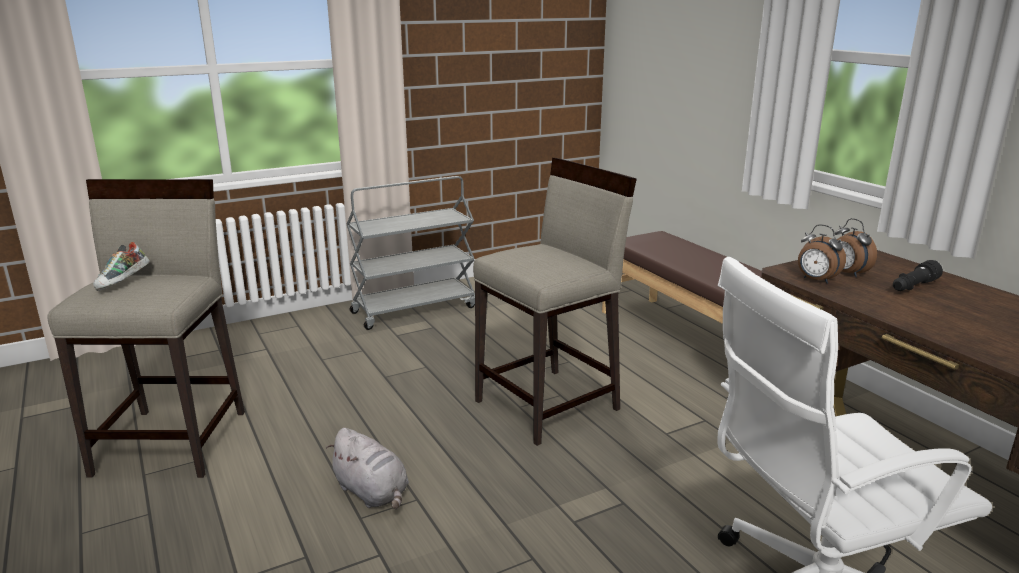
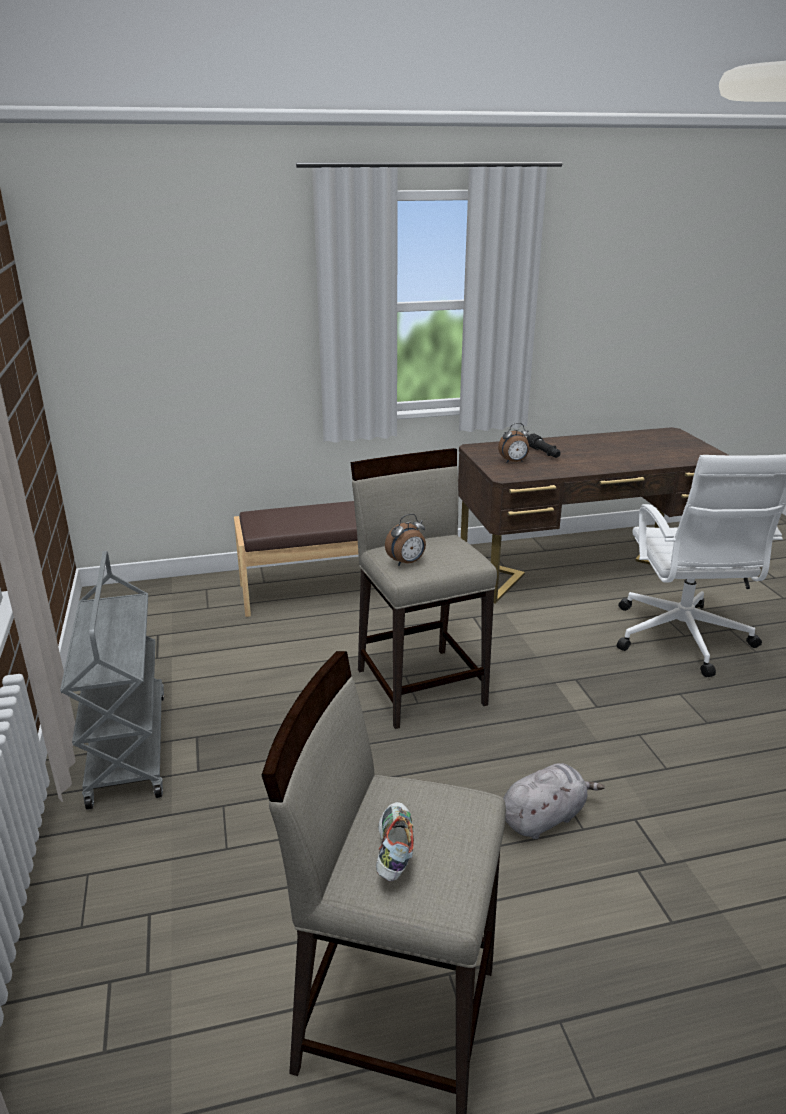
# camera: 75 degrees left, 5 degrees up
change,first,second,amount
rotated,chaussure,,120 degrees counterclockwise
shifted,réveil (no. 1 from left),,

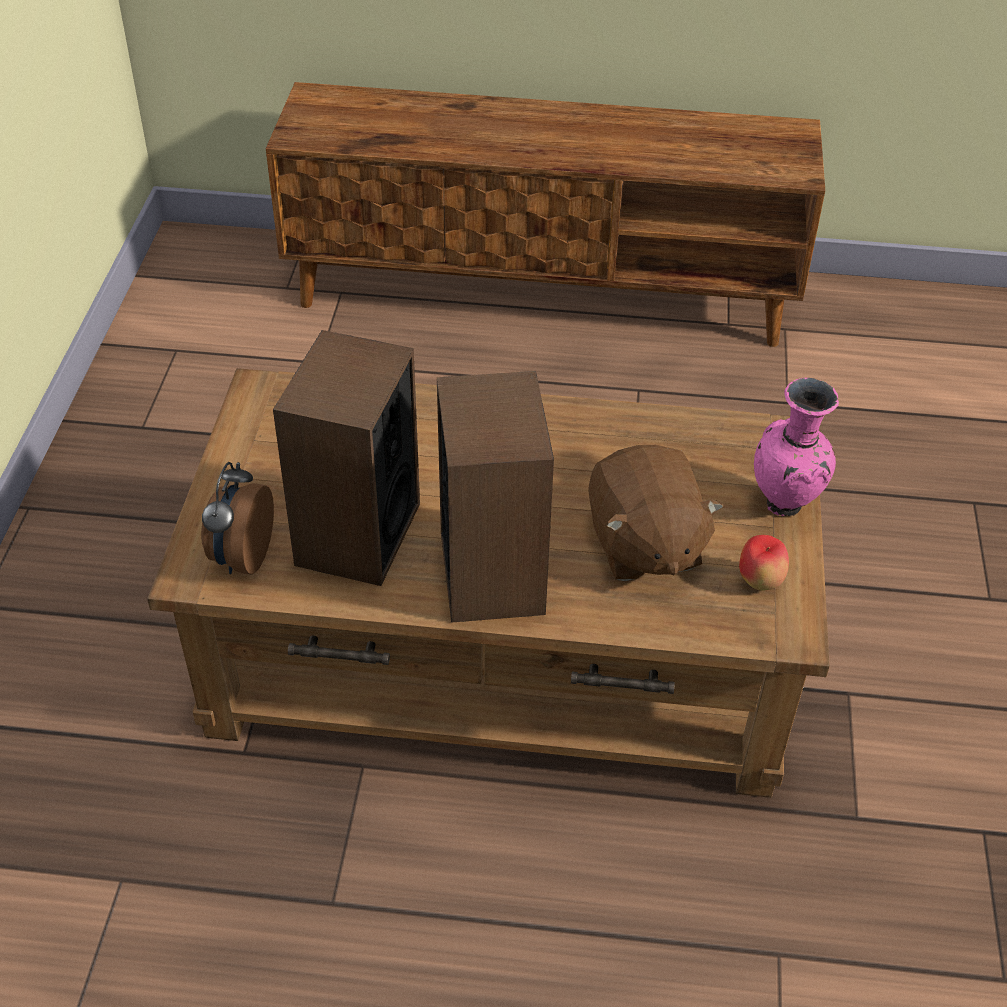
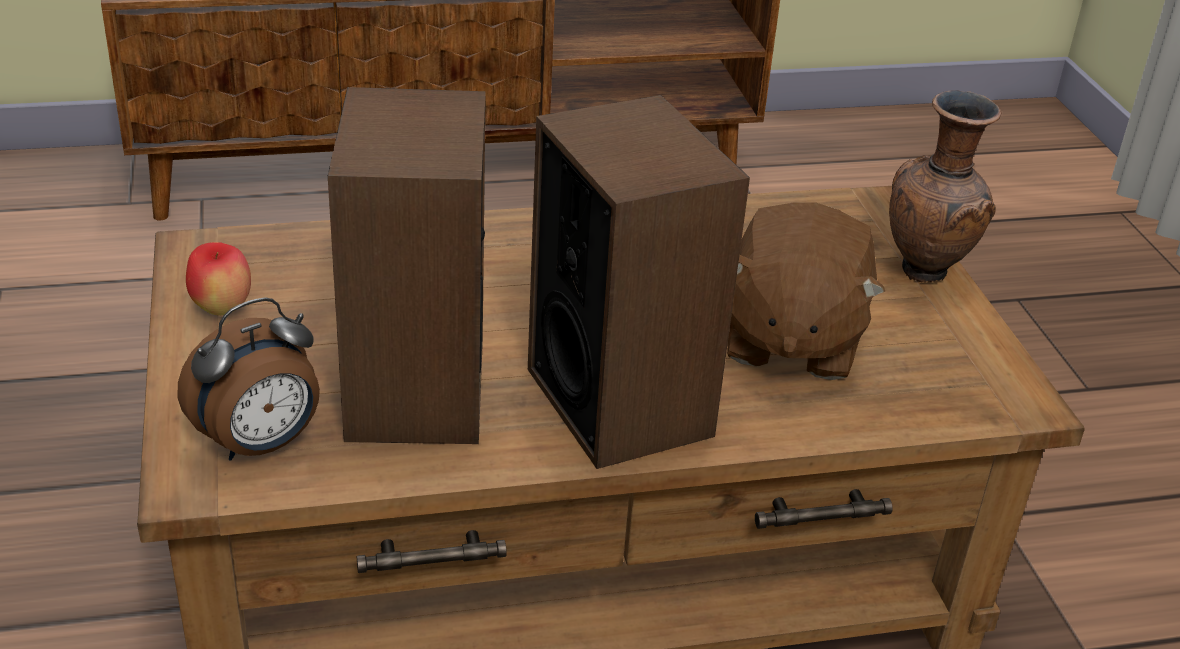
# camera: 20 degrees left, 10 degrees down
change,first,second,amount
rotated,réveil,,120 degrees counterclockwise
shifted,pomme,,
rotated,peluche (marron),,45 degrees clockwise
repainted,vase (rose),vase (marron),

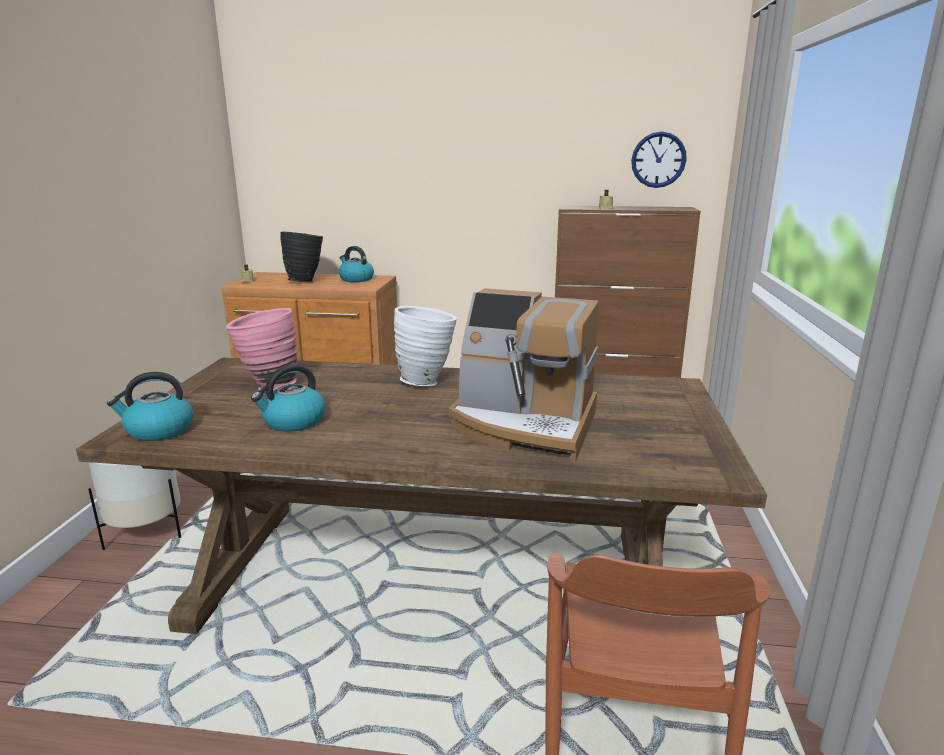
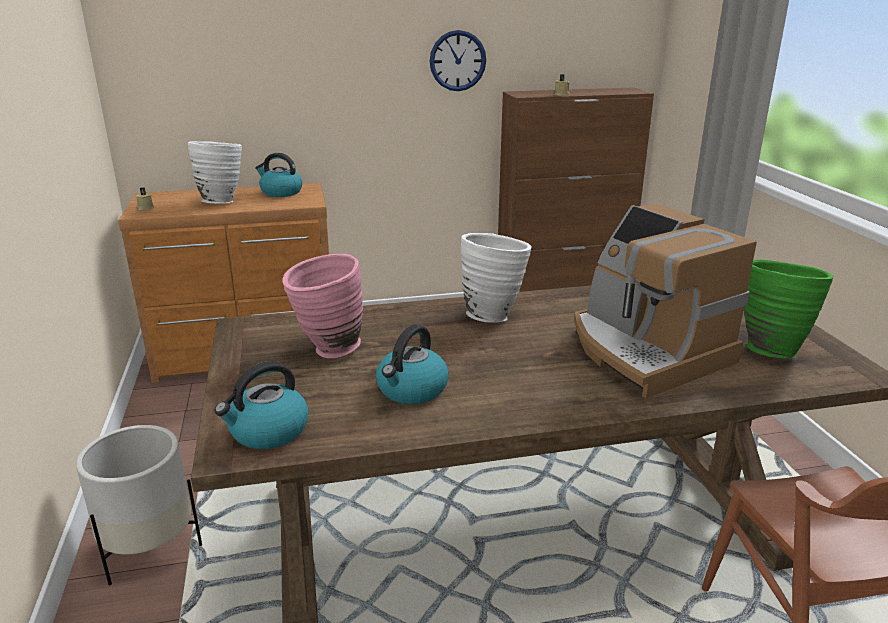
# camera: 20 degrees left, 5 degrees up
change,first,second,amount
repainted,vase (noir),vase (blanc) (no. 1 from left),
shifted,horloge murale,,
rotated,machine à café,,60 degrees clockwise
new,,vase (vert),

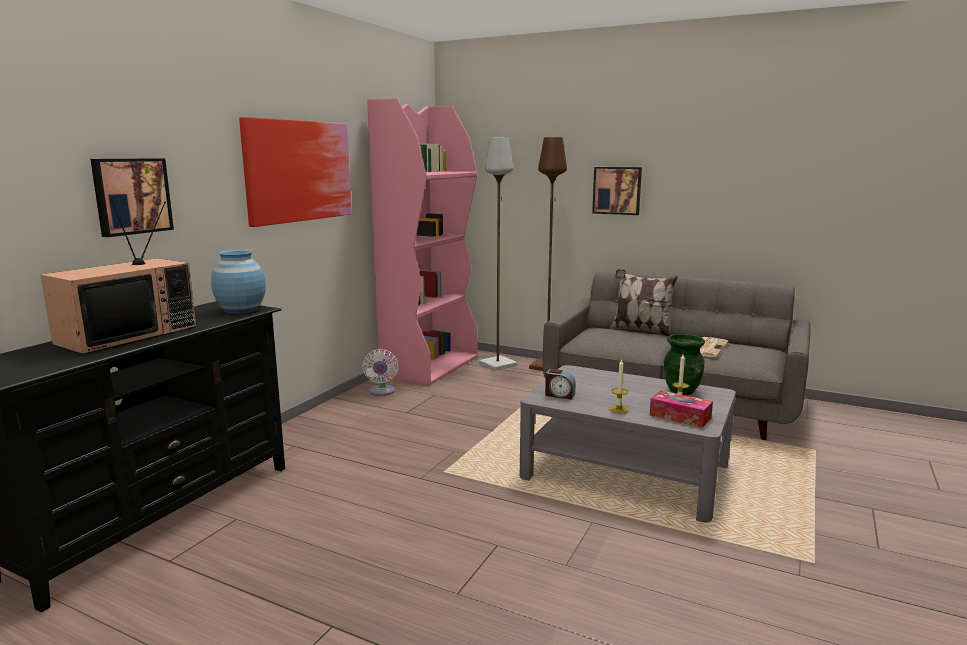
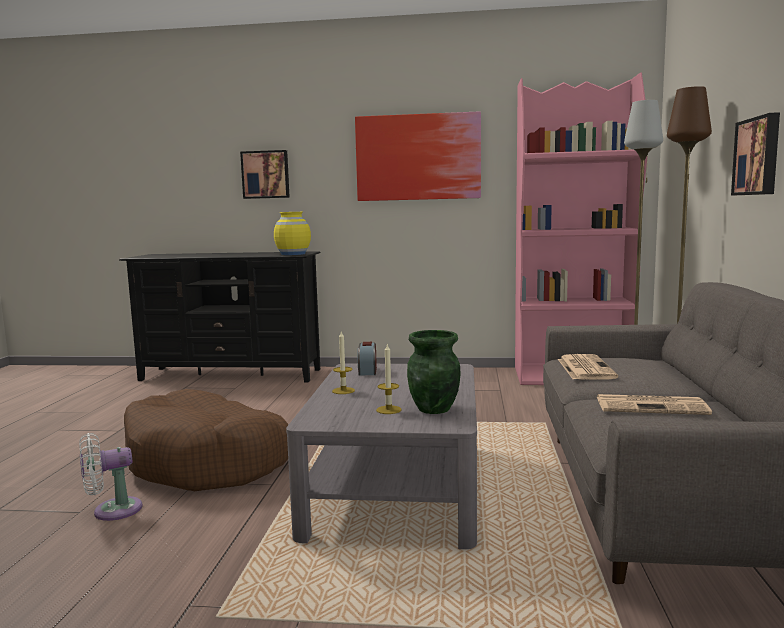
# camera: 70 degrees right, 5 degrees down
change,first,second,amount
shifted,ventilateur (blanc),,
new,,panier pour chien (marron),
repainted,vase (bleu),vase (jaune),
new,,journal (no. 1 from left),
gone,téléviseur,,
gone,coussin,,
gone,boîte à mouchoirs,,

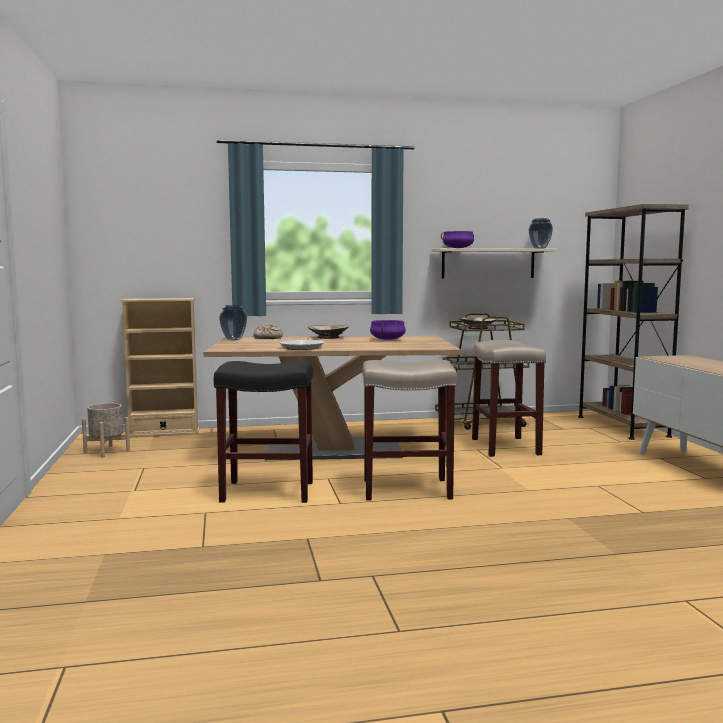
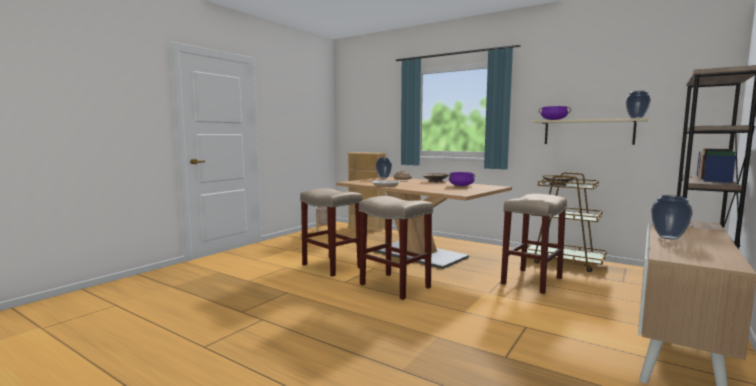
# camera: 45 degrees right, 0 degrees up
change,first,second,amount
repainted,tabouret (noir),tabouret (beige) (no. 1 from left),
new,,vase (no. 3 from left),

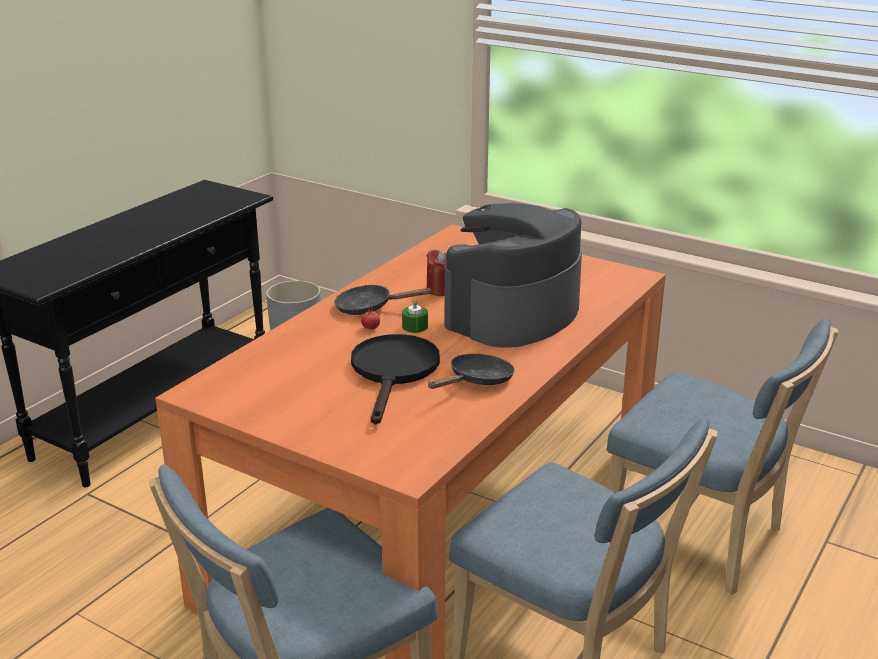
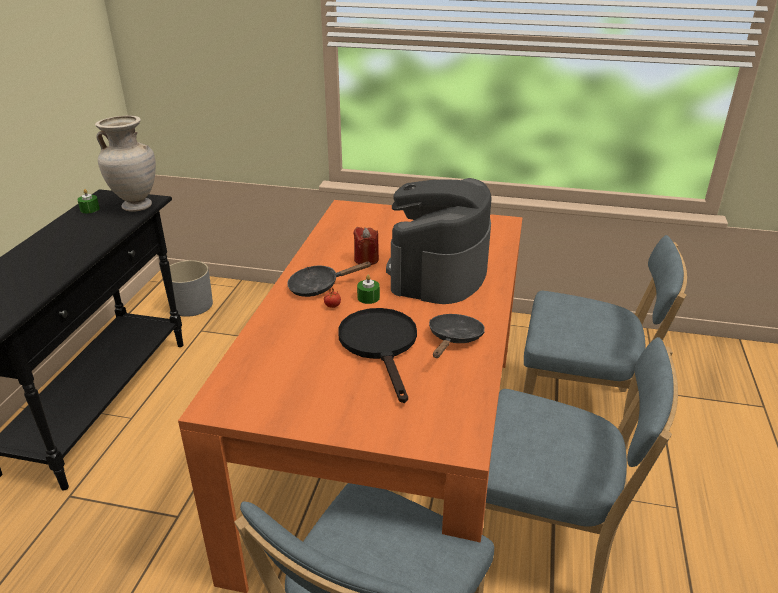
# camera: 20 degrees left, 5 degrees up
change,first,second,amount
new,,bougie (vert) (no. 1 from left),
new,,vase (beige),

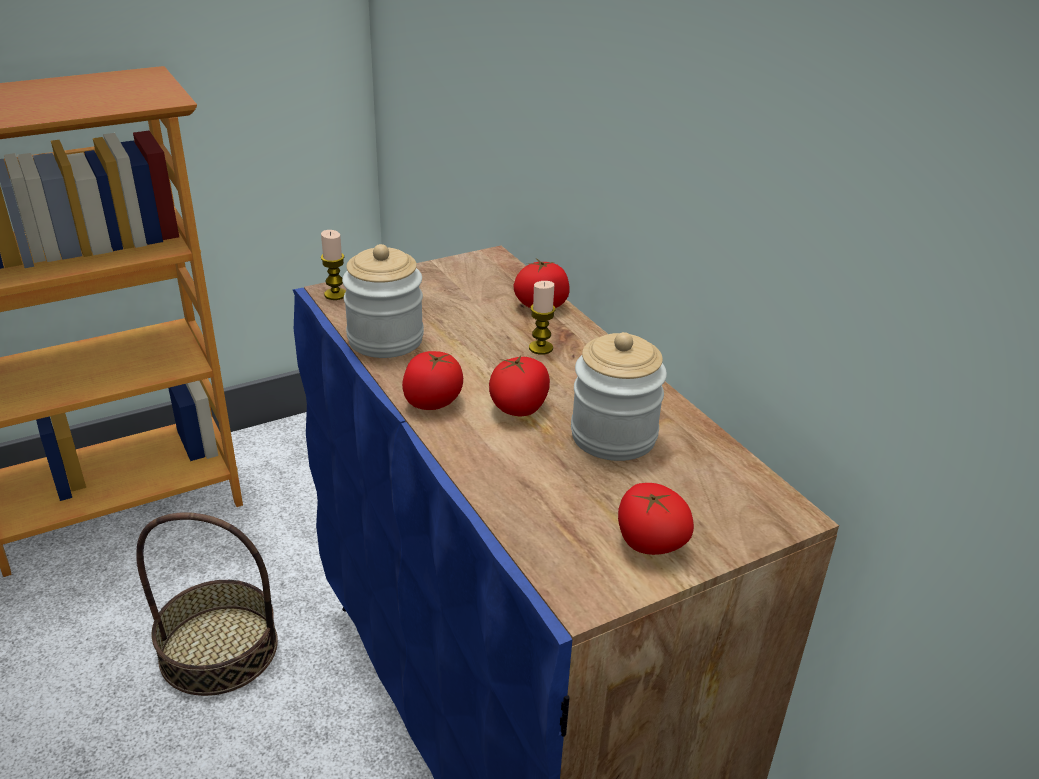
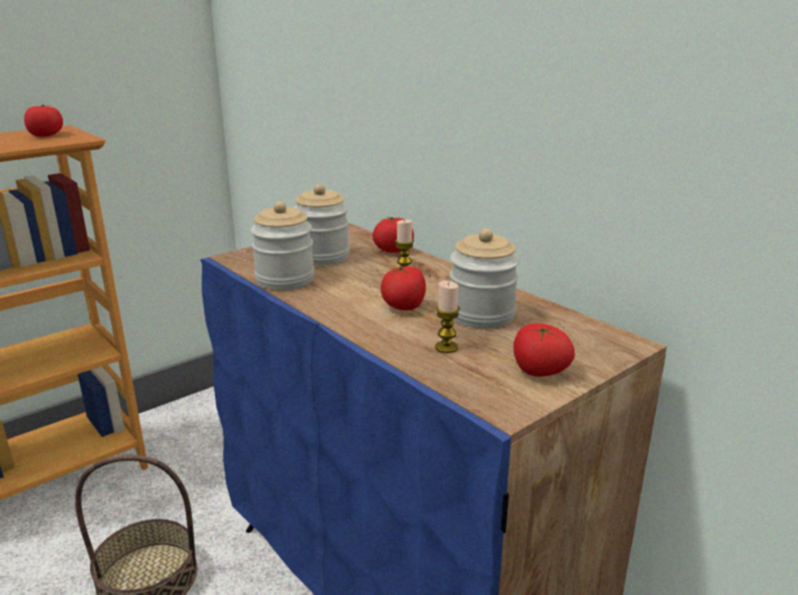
# camera: 10 degrees left, 10 degrees down
change,first,second,amount
shifted,tomate (no. 1 from left),,
new,,bocal (no. 2 from left),
shifted,bougie (no. 1 from left in the first image),bougie (no. 2 from left),

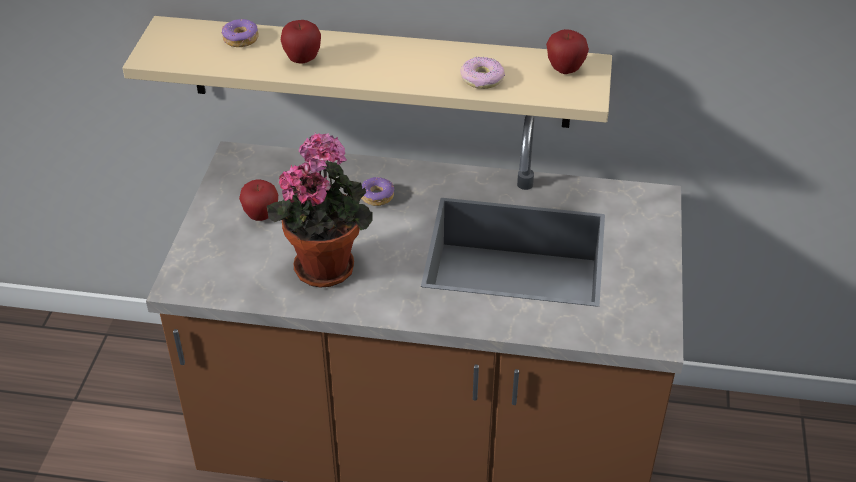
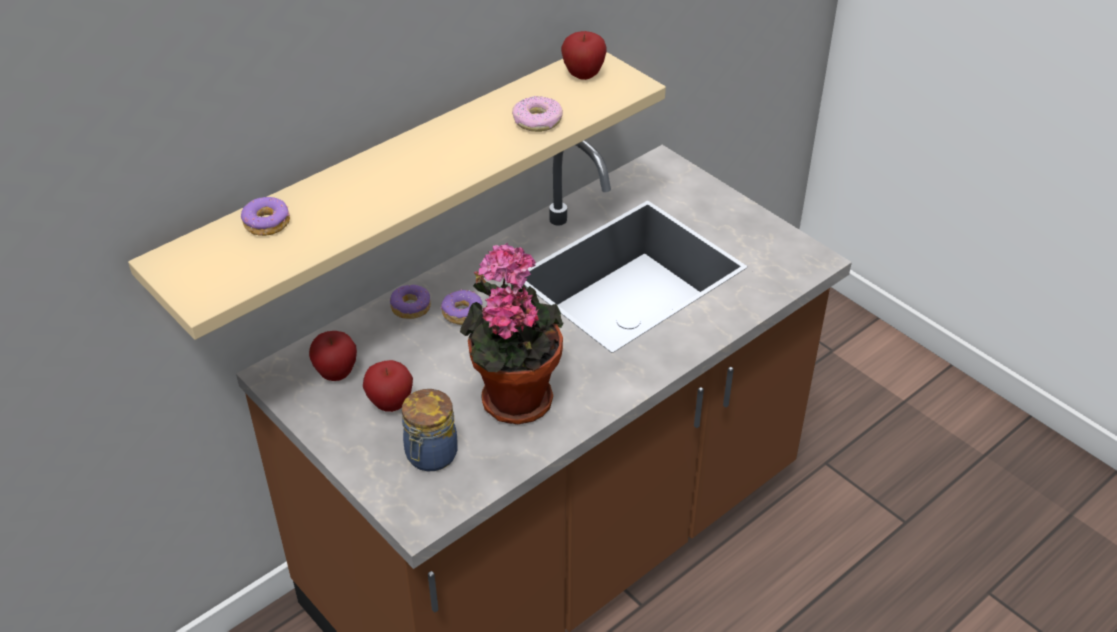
# camera: 50 degrees left, 0 degrees up
change,first,second,amount
shifted,pomme (no. 2 from left in the first image),pomme (no. 1 from left),
new,,beignet (no. 2 from left),
new,,bocal,

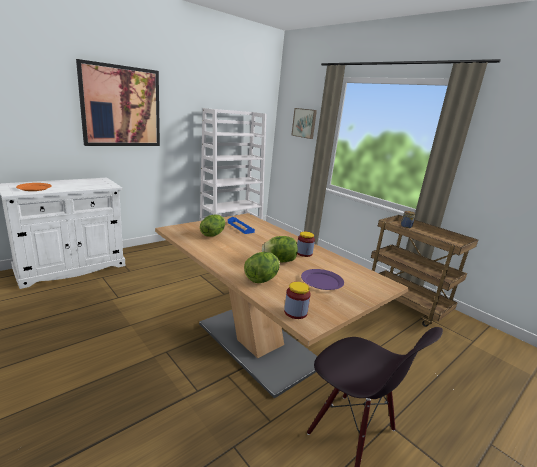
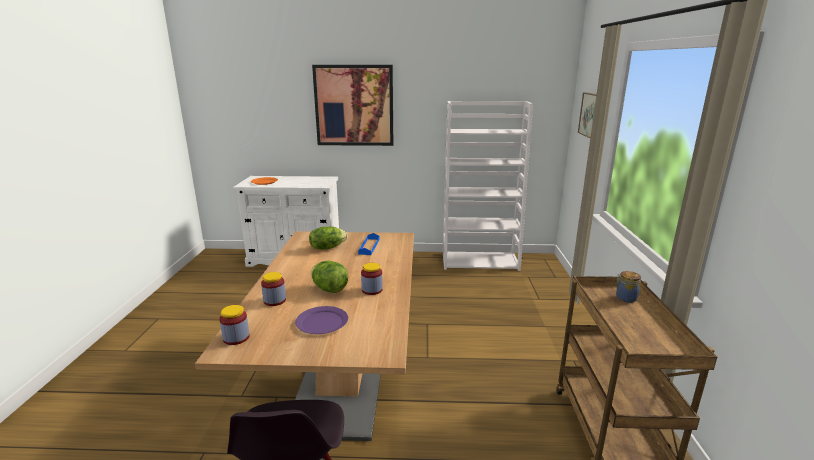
# camera: 45 degrees right, 0 degrees up
change,first,second,amount
swapped,laitue (no. 2 from left),bocal (no. 2 from left),

